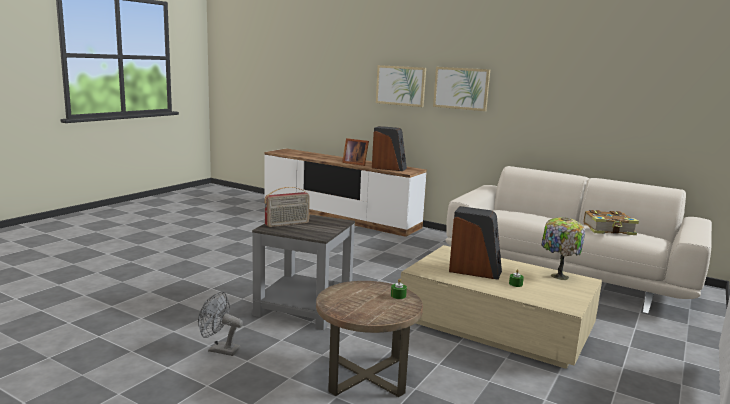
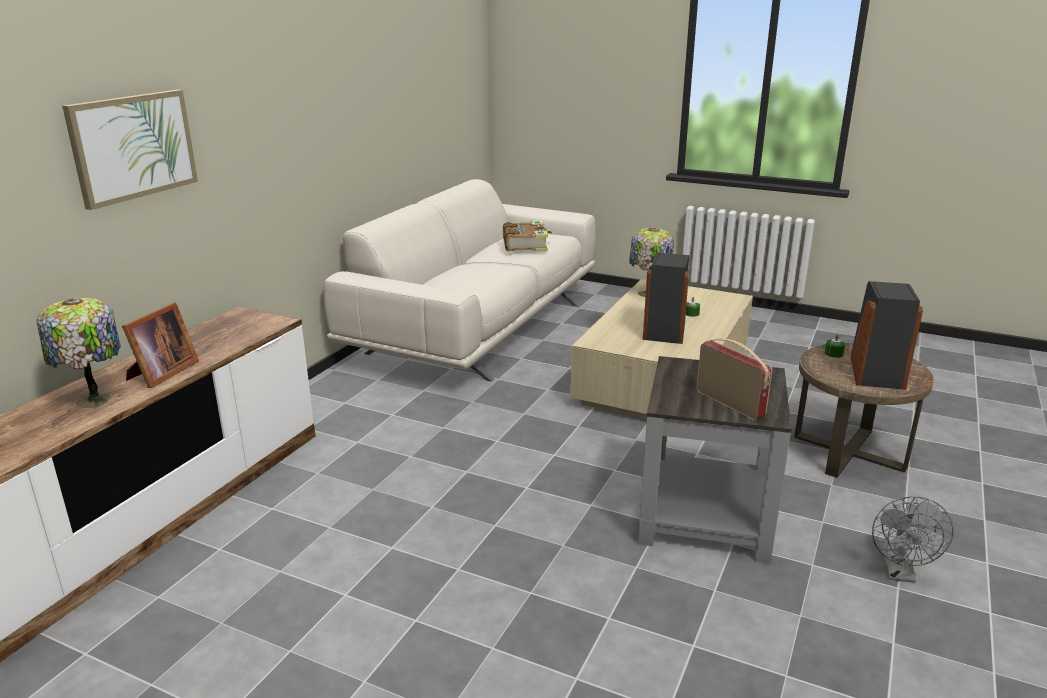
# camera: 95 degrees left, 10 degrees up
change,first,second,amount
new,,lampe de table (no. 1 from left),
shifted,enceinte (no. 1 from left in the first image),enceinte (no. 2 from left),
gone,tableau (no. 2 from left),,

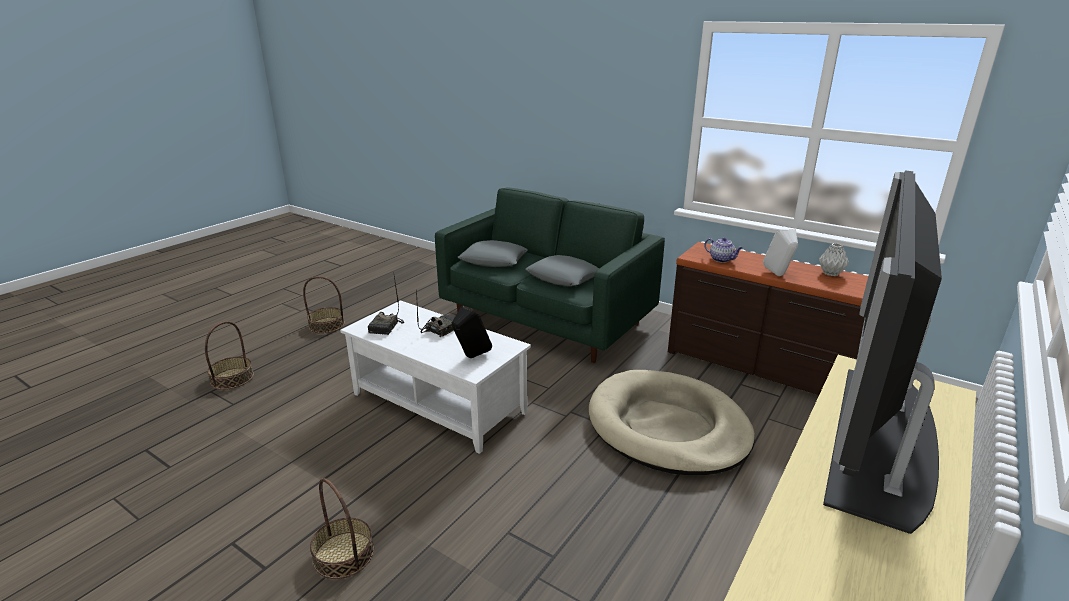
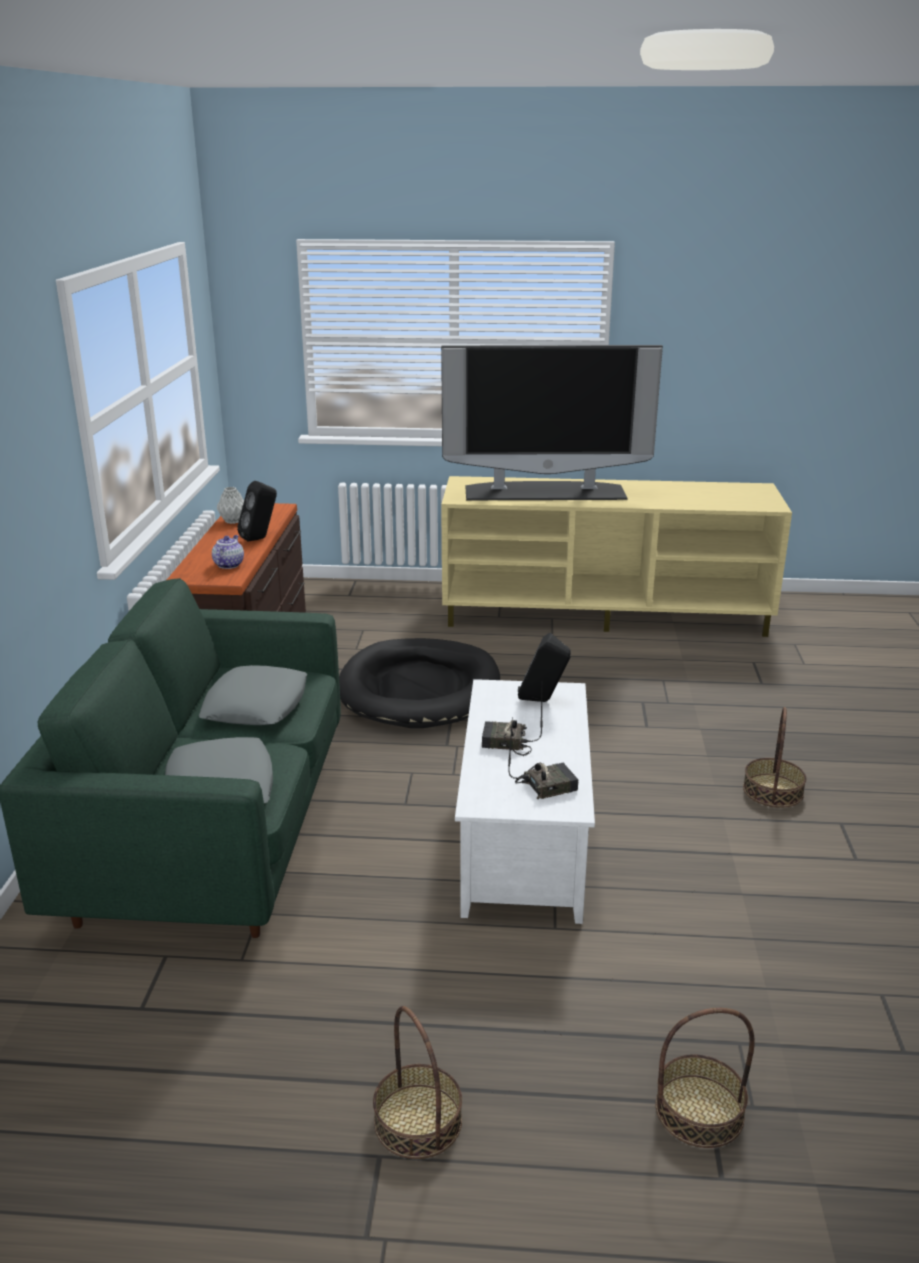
# camera: 120 degrees left, 0 degrees up
change,first,second,amount
repainted,enceinte (blanc),enceinte (noir) (no. 1 from left),
repainted,panier pour chien (beige),panier pour chien (noir),

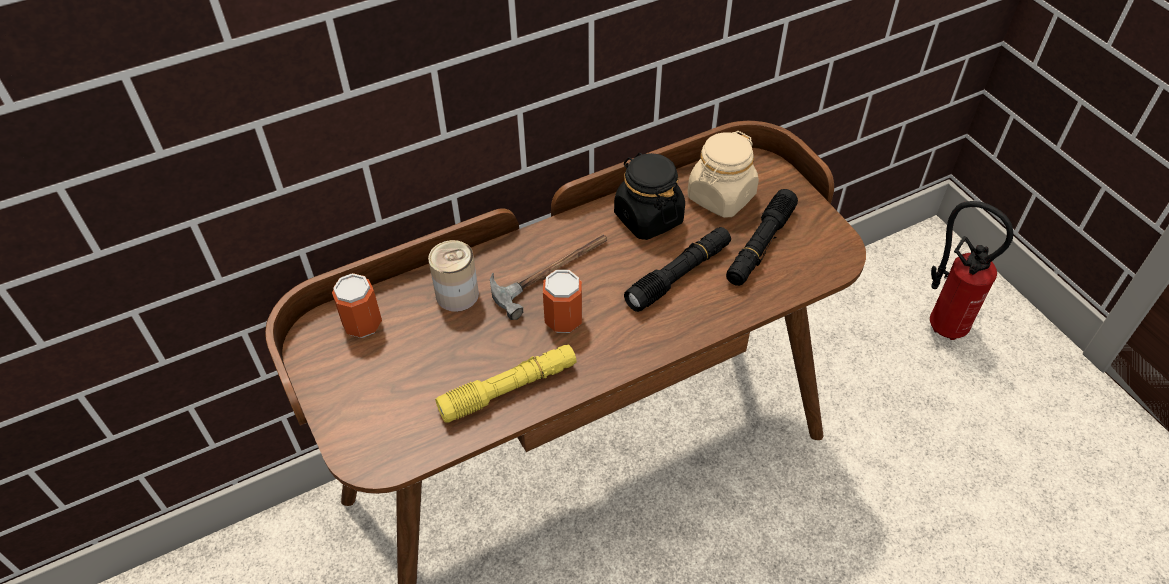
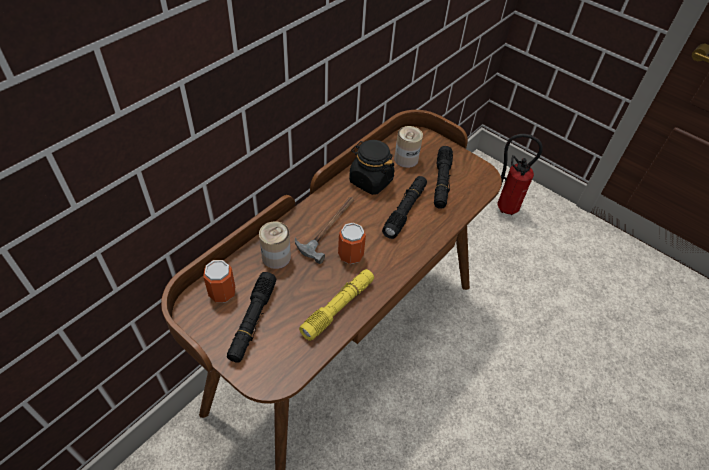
# camera: 25 degrees left, 0 degrees up
change,first,second,amount
new,,lampe de poche (noir) (no. 1 from left),
swapped,bocal (beige),boîte métallique (no. 4 from left),

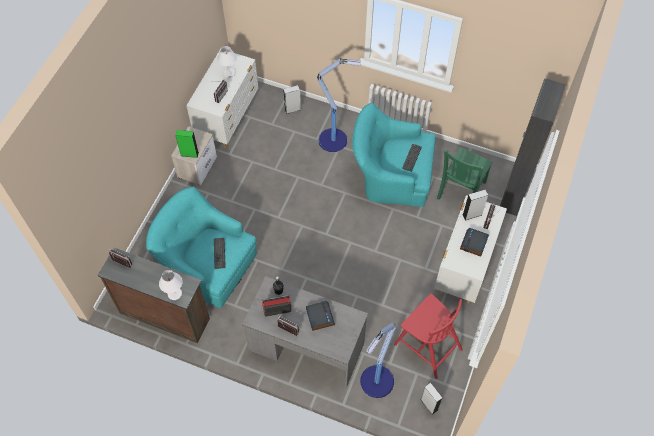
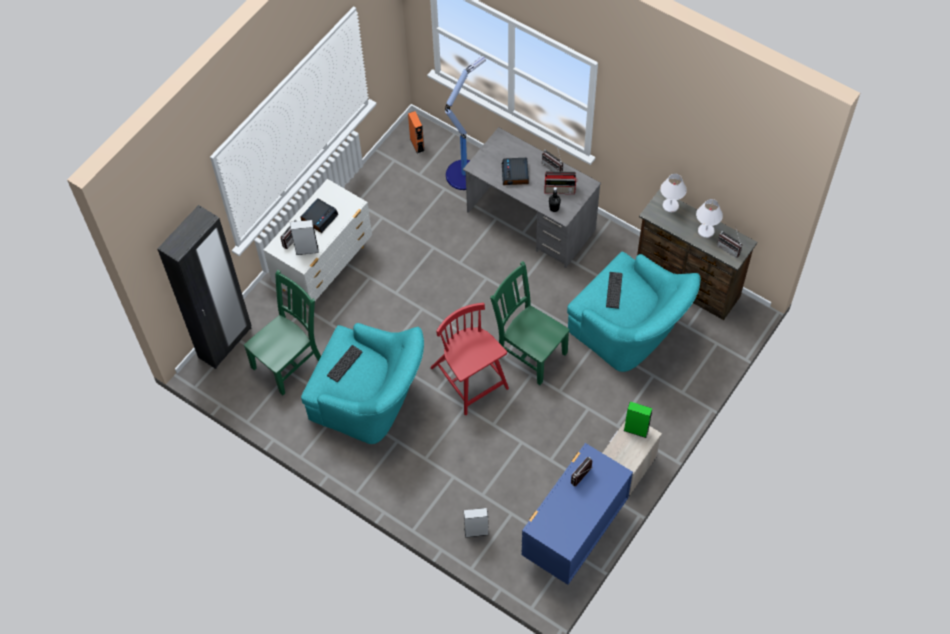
# camera: 165 degrees left, 0 degrees up
change,first,second,amount
repainted,enceinte (gris) (no. 2 from left),enceinte (orange),
shifted,chaise (rouge),,
new,,chaise (vert) (no. 2 from left),
repainted,commode (blanc) (no. 1 from left),commode (bleu),
shifted,lampe de table (blanc) (no. 2 from left),,
gone,lampadaire (no. 1 from left),,

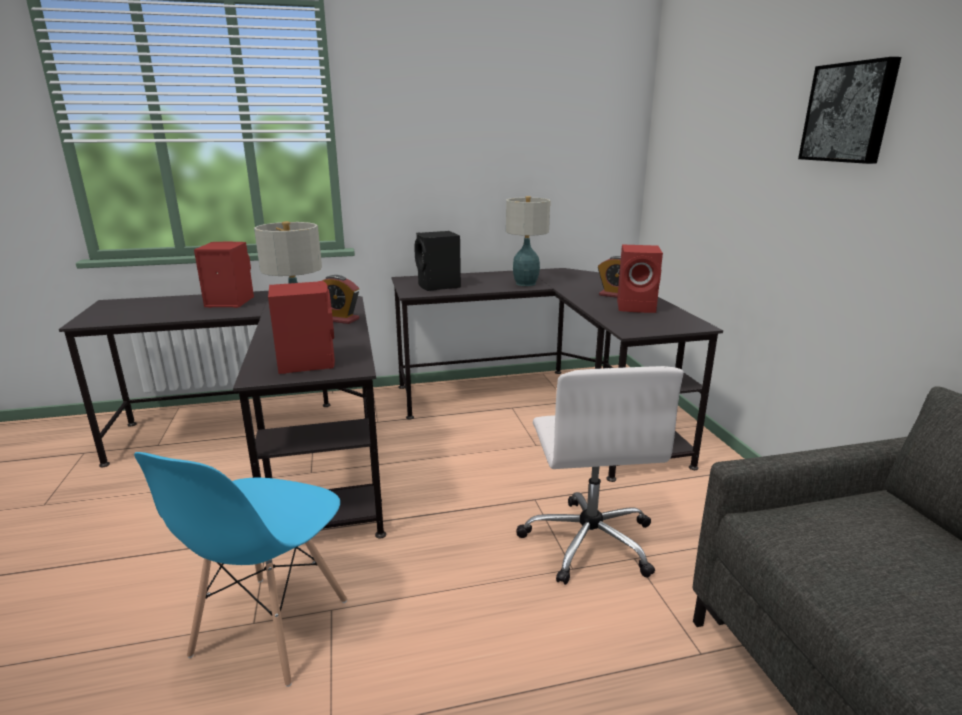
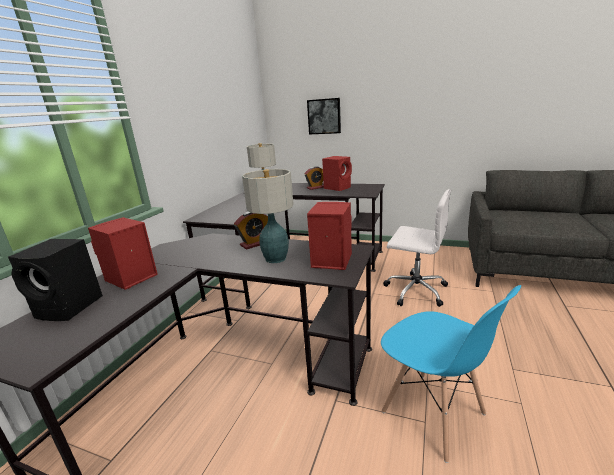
# camera: 55 degrees left, 0 degrees up
change,first,second,amount
shifted,enceinte (noir),,
shifted,tableau,,

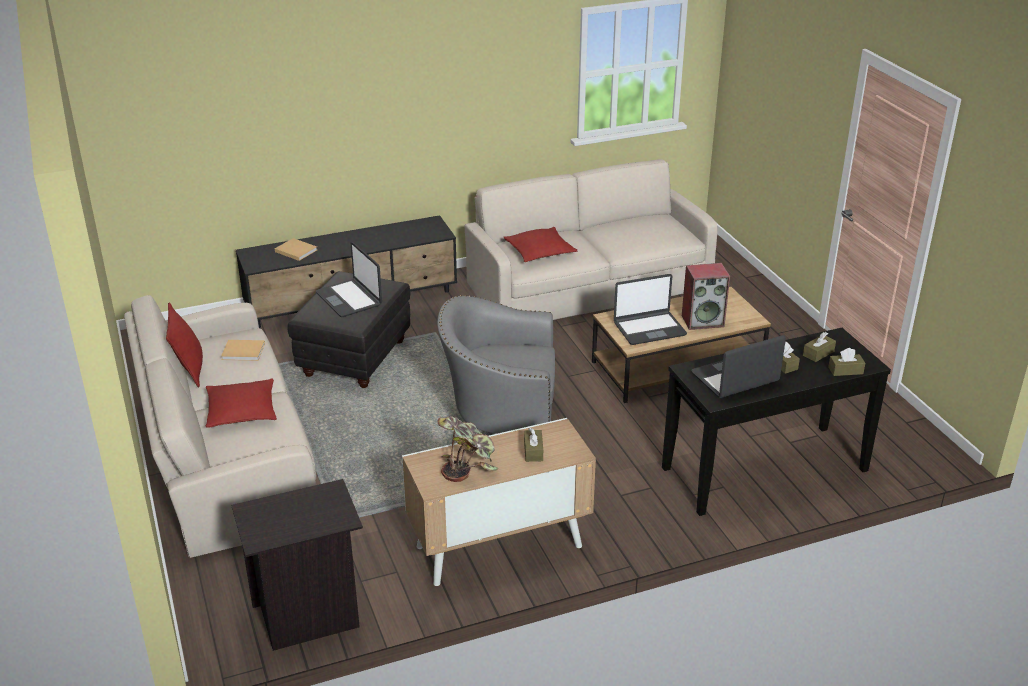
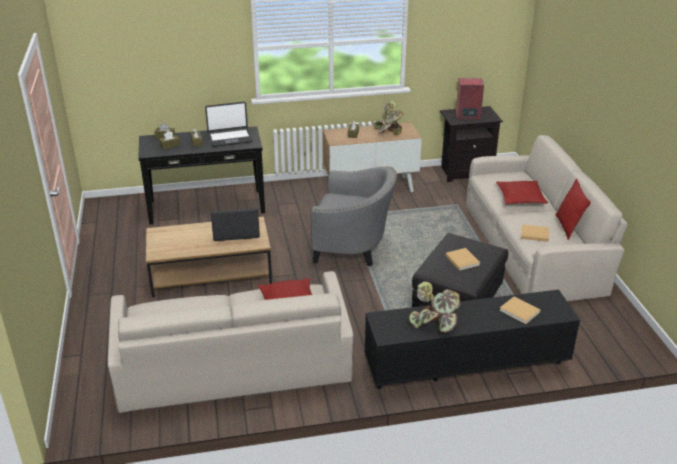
# camera: 170 degrees left, 0 degrees up
change,first,second,amount
new,,plante en pot (no. 2 from left),
swapped,ordinateur portable (no. 1 from left),livre (beige) (no. 1 from left),
shifted,enceinte,,

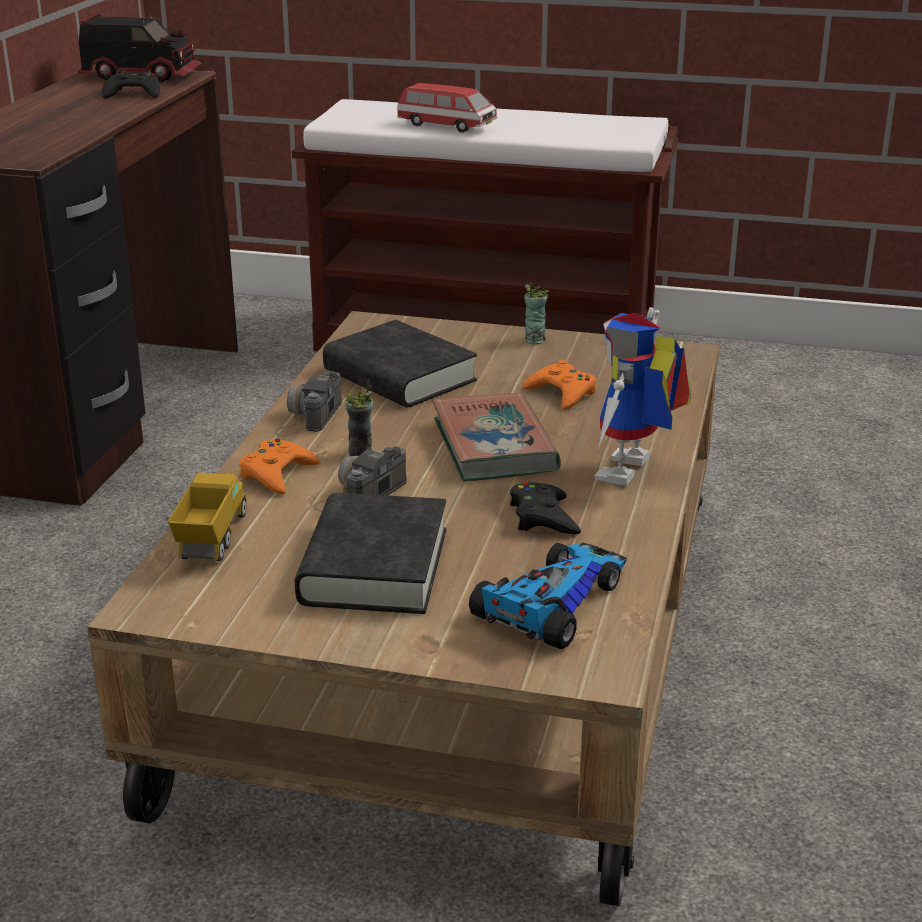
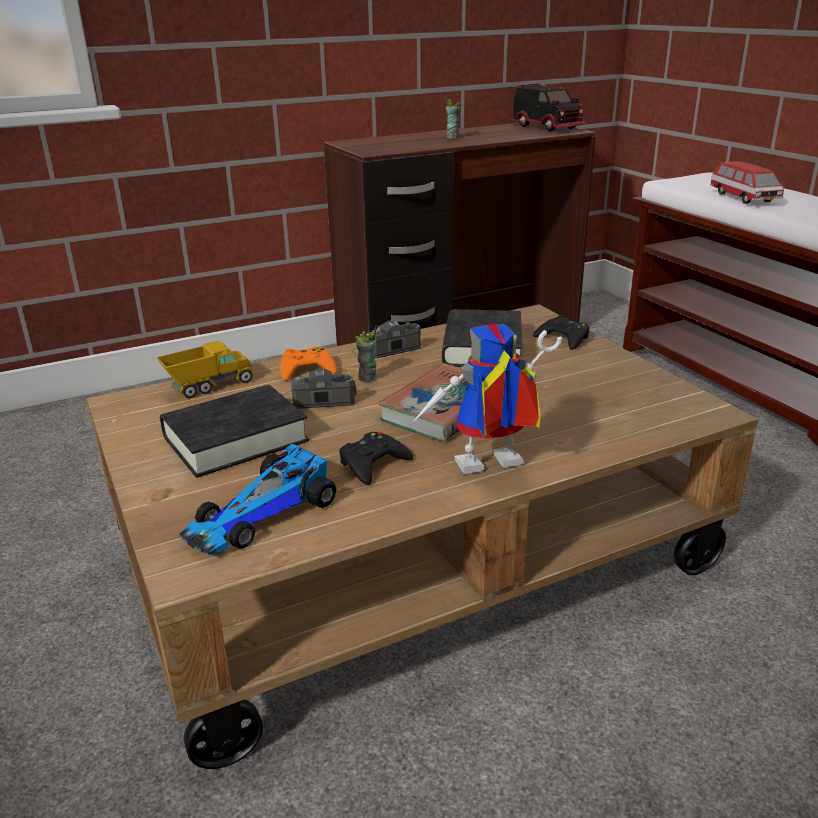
# camera: 50 degrees right, 0 degrees up
change,first,second,amount
rotated,petite voiture (no. 2 from left in the first image),petite voiture (no. 1 from left),135 degrees clockwise
shifted,tasse (no. 2 from left),,
shifted,manette (noir) (no. 1 from left in the first image),manette (noir) (no. 2 from left),
gone,manette (orange) (no. 2 from left),,

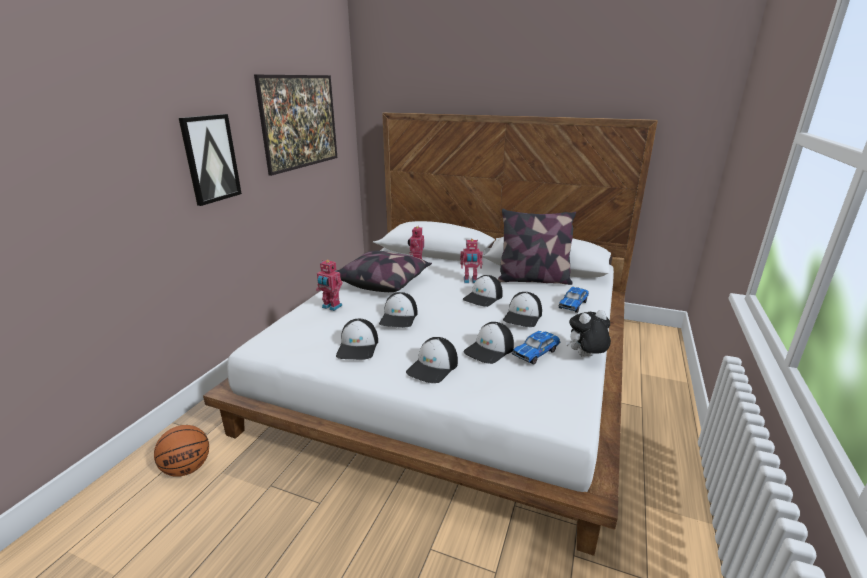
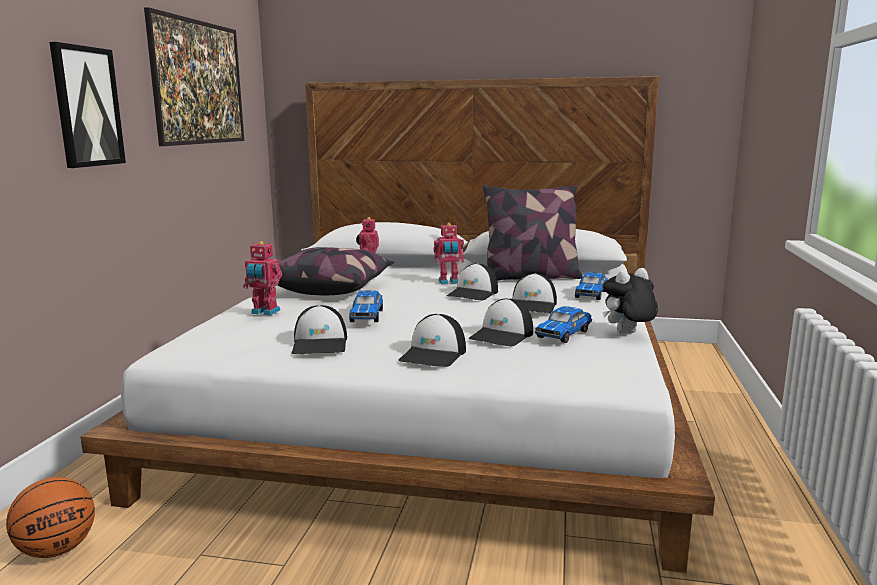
# camera: 10 degrees left, 10 degrees down
change,first,second,amount
swapped,casquette (no. 2 from left),petite voiture (no. 1 from left),

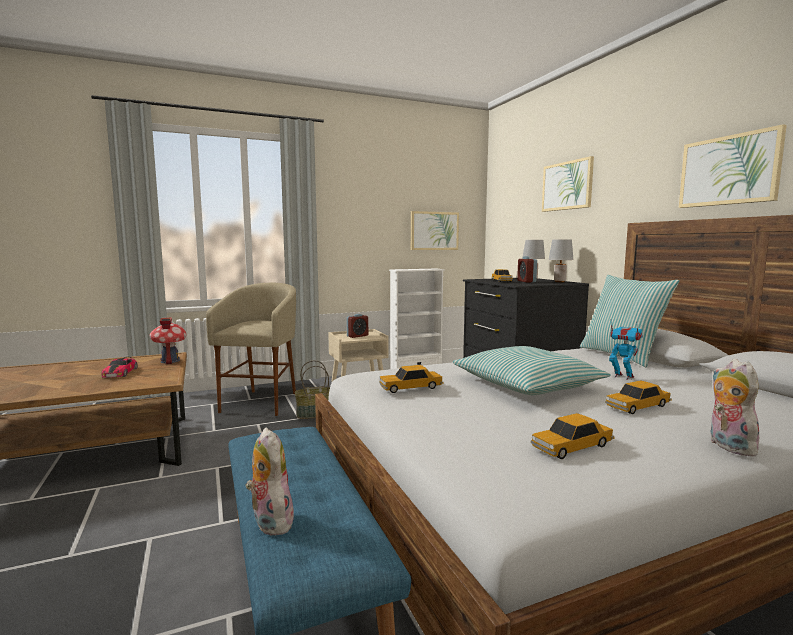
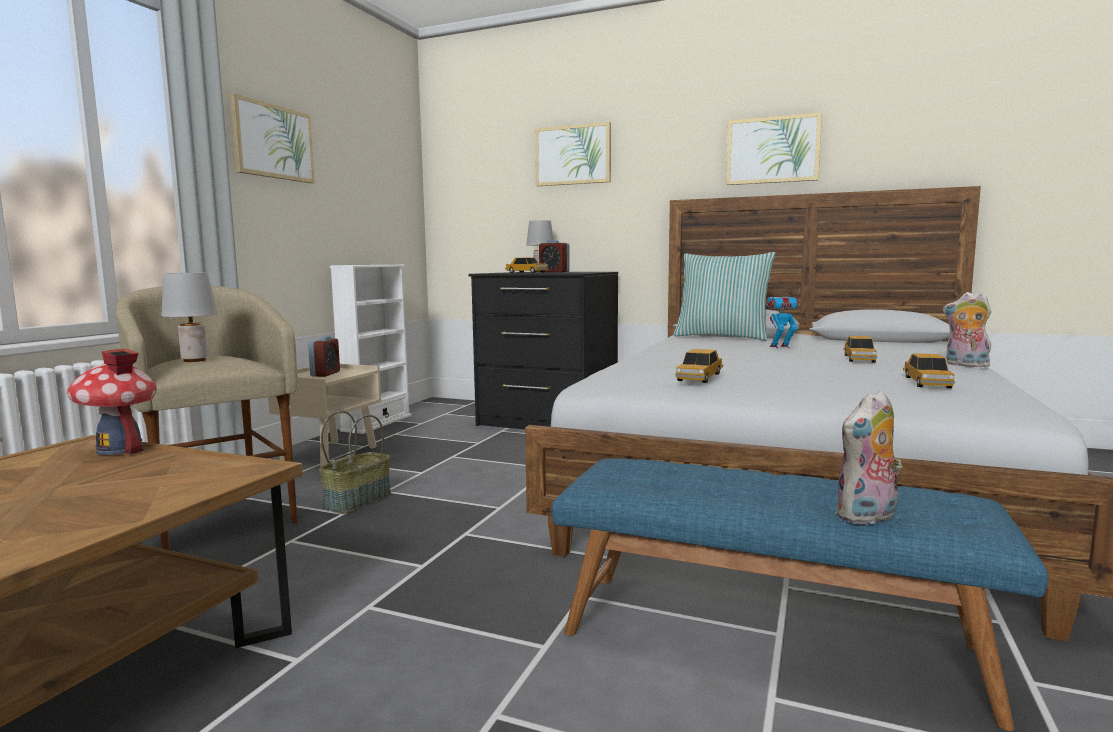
# camera: 45 degrees left, 0 degrees up
change,first,second,amount
shifted,lampe de table (gris) (no. 2 from left in the first image),lampe de table (gris) (no. 1 from left),
shifted,tableau (no. 1 from left),,
rotated,peluche (no. 1 from left),,45 degrees counterclockwise
gone,petite voiture (no. 1 from left),,
gone,coussin (no. 1 from left),,

